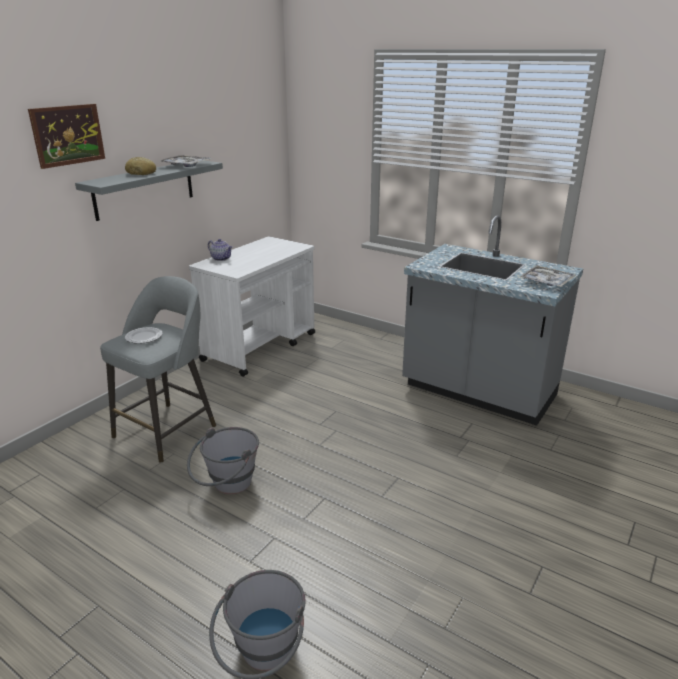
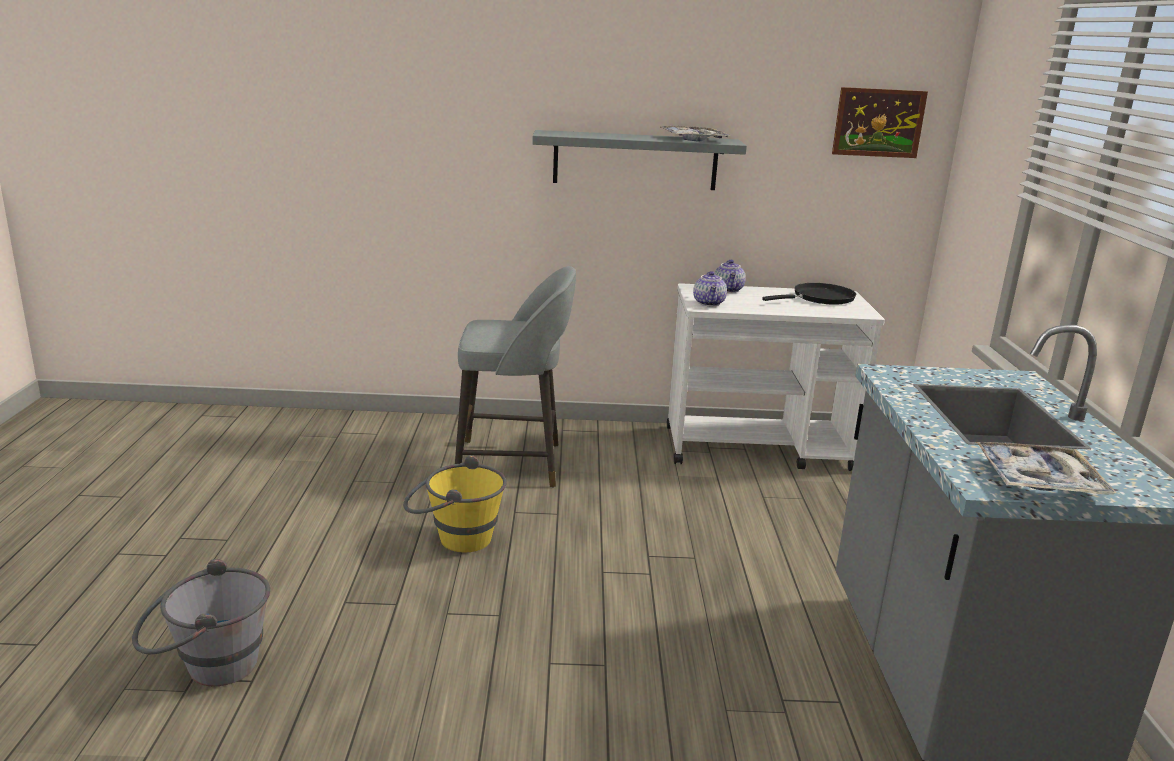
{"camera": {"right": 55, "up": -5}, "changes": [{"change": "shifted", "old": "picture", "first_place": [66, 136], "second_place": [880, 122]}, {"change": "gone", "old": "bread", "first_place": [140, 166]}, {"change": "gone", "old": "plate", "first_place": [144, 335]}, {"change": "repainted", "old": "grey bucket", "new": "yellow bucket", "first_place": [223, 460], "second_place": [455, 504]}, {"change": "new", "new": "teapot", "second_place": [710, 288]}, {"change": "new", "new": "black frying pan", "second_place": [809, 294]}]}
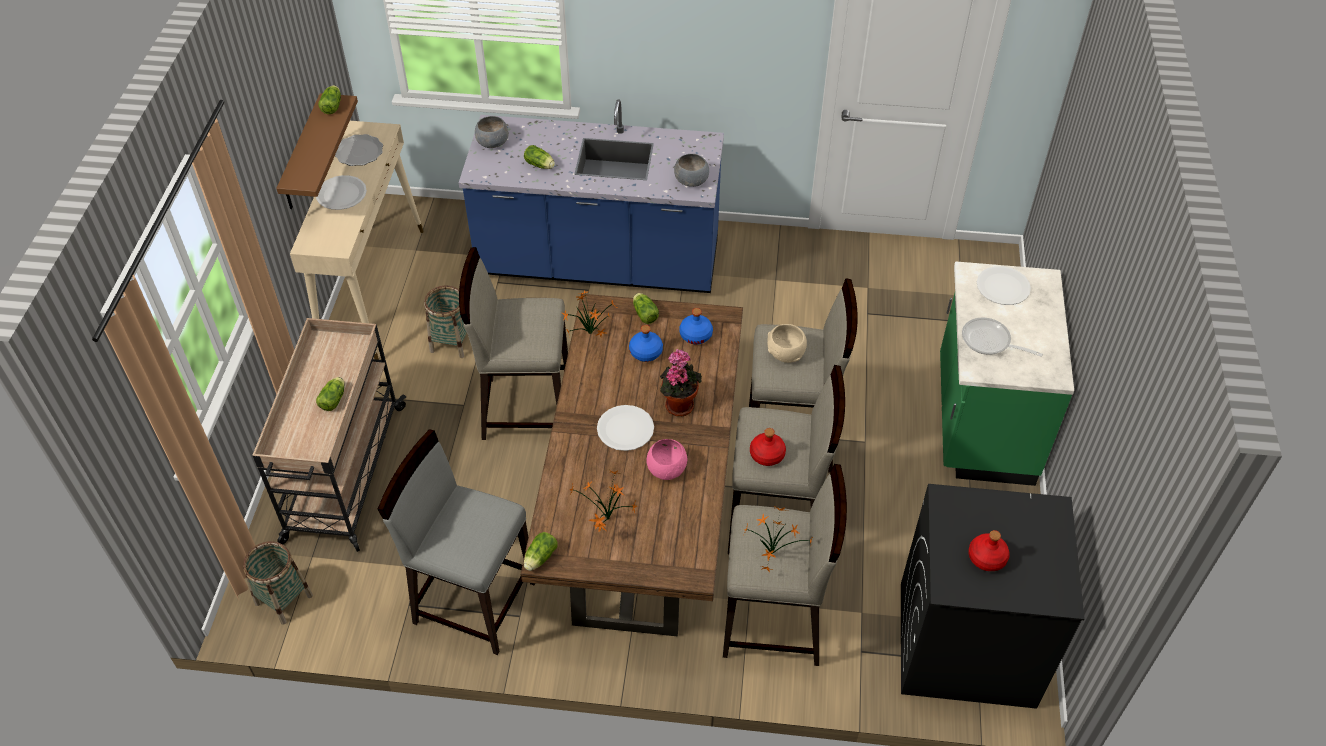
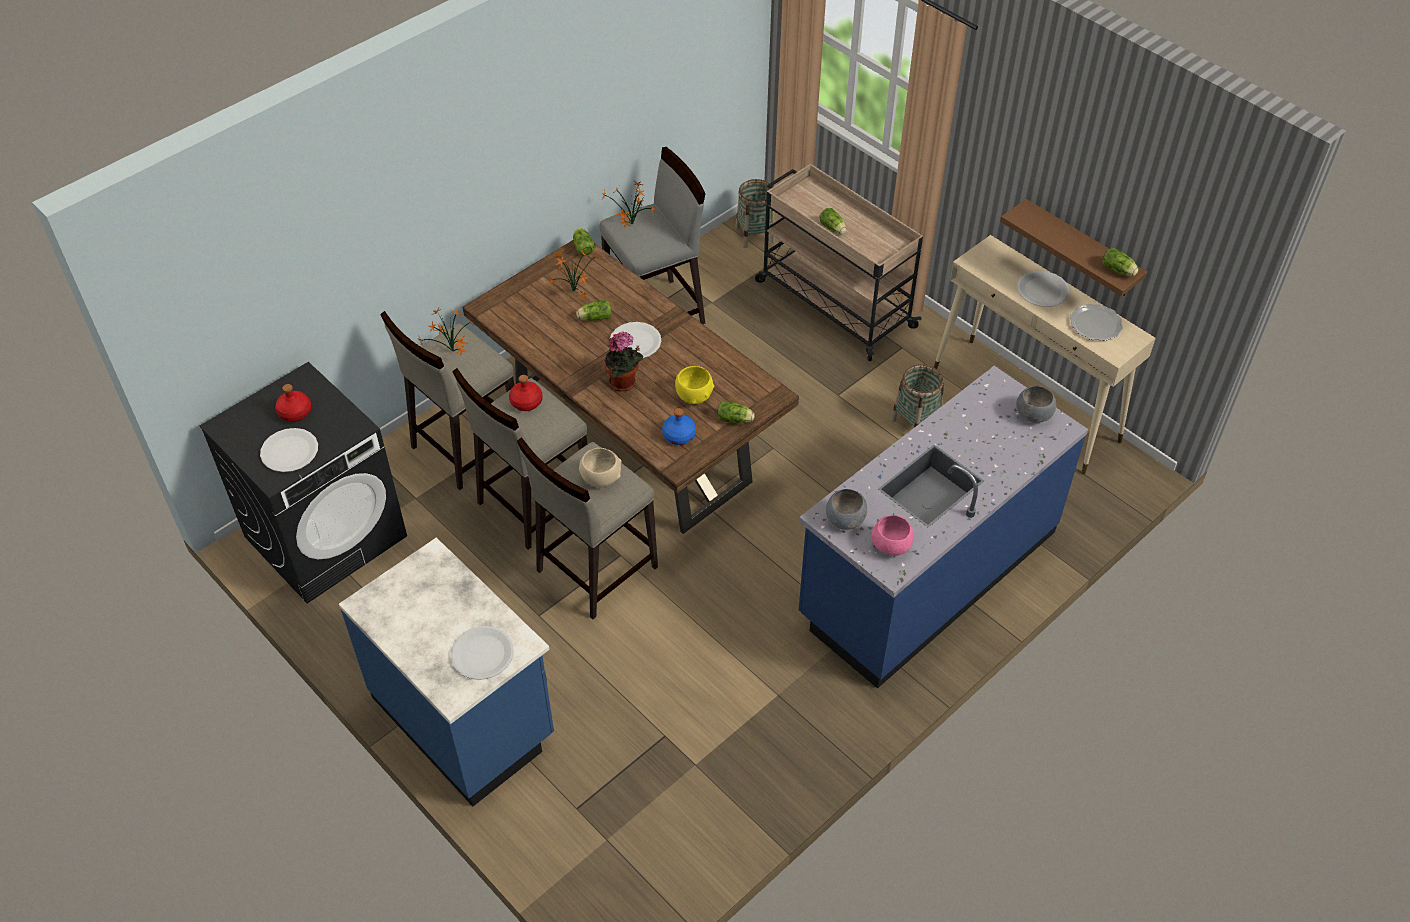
{"camera": {"right": 130, "up": 0}, "changes": [{"change": "gone", "old": "beige stool", "first_place": [513, 343]}, {"change": "shifted", "old": "lettuce", "first_place": [539, 157], "second_place": [594, 310]}, {"change": "shifted", "old": "potted plant", "first_place": [589, 313], "second_place": [628, 204]}, {"change": "swapped", "old": "blue bottle", "new": "yellow bowl", "first_place": [646, 343], "second_place": [694, 385]}, {"change": "shifted", "old": "pink bowl", "first_place": [666, 459], "second_place": [893, 535]}, {"change": "repainted", "old": "green counter", "new": "blue counter", "first_place": [1007, 373], "second_place": [446, 672]}, {"change": "gone", "old": "frying pan", "first_place": [1002, 337]}, {"change": "new", "new": "white plate", "second_place": [289, 450]}]}
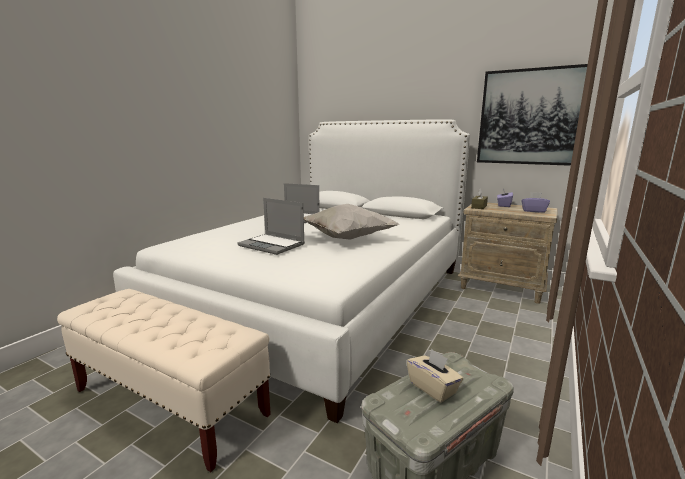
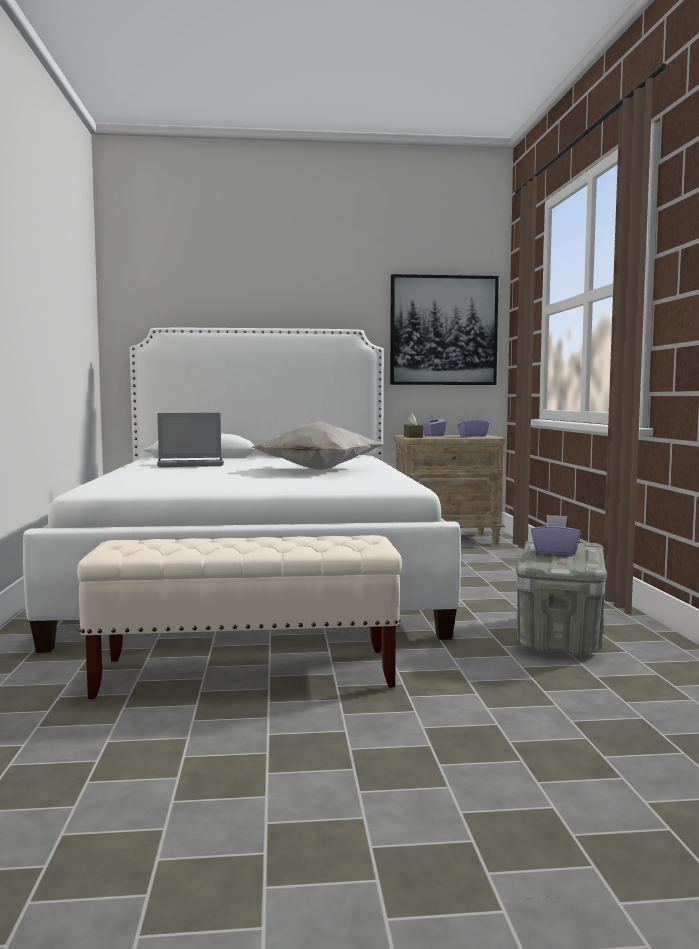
{"camera": {"right": -35, "up": -10}, "changes": [{"change": "gone", "old": "laptop", "first_place": [271, 226]}, {"change": "repainted", "old": "beige tissue box", "new": "purple tissue box", "first_place": [435, 376], "second_place": [556, 535]}]}
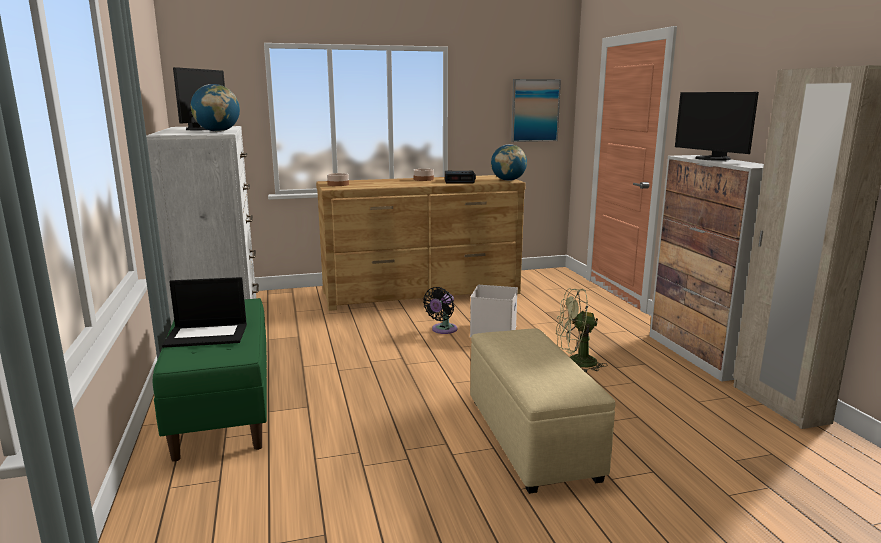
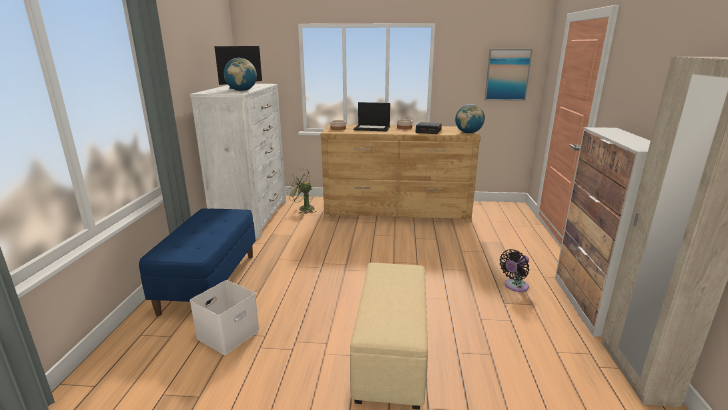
{"camera": {"right": 20, "up": 5}, "changes": [{"change": "repainted", "old": "green bench", "new": "blue bench", "first_place": [210, 380], "second_place": [197, 262]}, {"change": "shifted", "old": "laptop", "first_place": [204, 312], "second_place": [371, 116]}, {"change": "shifted", "old": "black fan", "first_place": [440, 310], "second_place": [514, 270]}, {"change": "shifted", "old": "white storage box", "first_place": [494, 311], "second_place": [225, 317]}, {"change": "shifted", "old": "green fan", "first_place": [580, 330], "second_place": [301, 191]}, {"change": "gone", "old": "monitor", "first_place": [717, 126]}]}
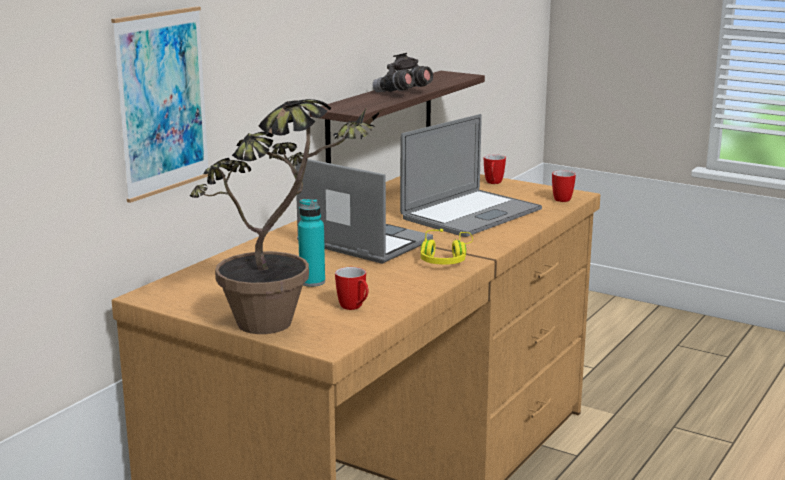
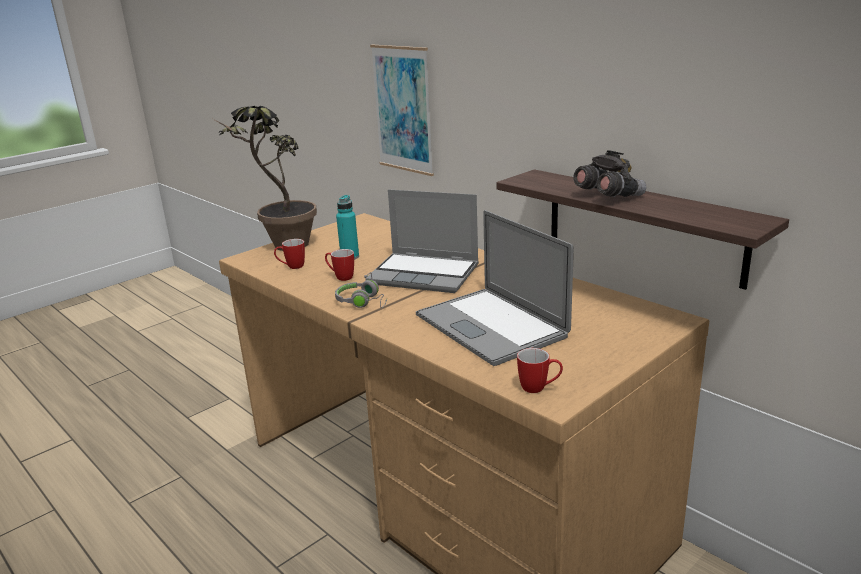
{"camera": {"right": 105, "up": 5}, "changes": [{"change": "rotated", "old": "laptop", "first_place": [364, 210], "second_place": [422, 241], "degrees": 60}, {"change": "repainted", "old": "yellow headphones", "new": "grey headphones", "first_place": [446, 247], "second_place": [361, 290]}, {"change": "shifted", "old": "mug", "first_place": [495, 169], "second_place": [339, 265]}]}
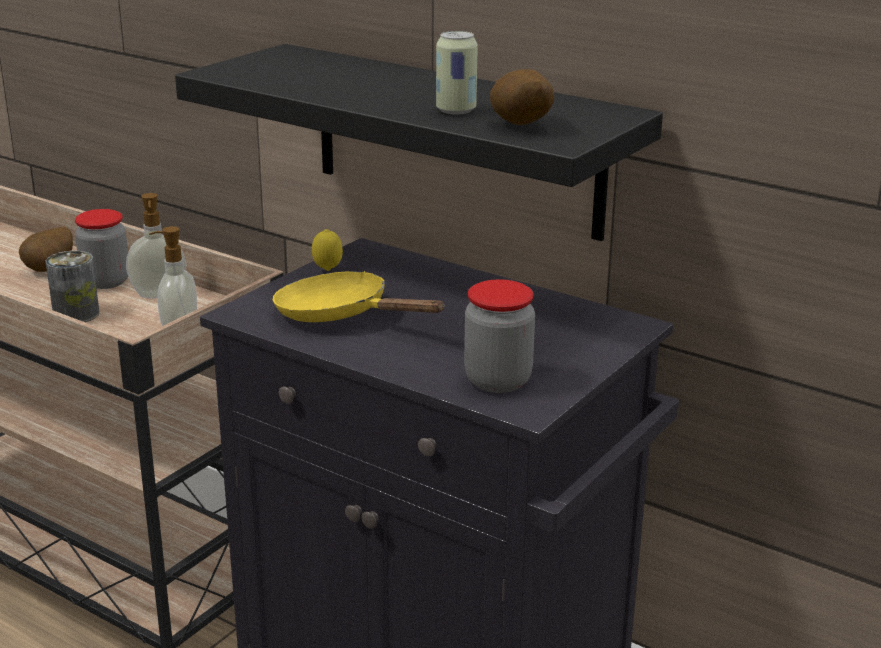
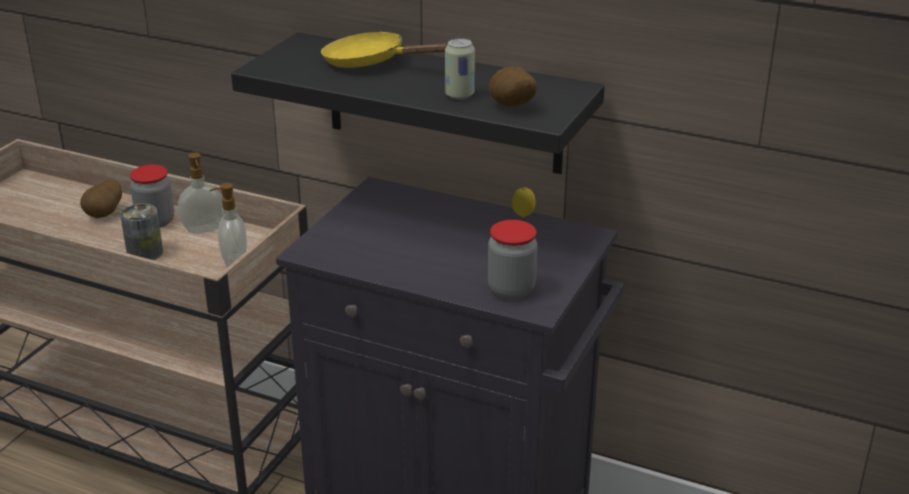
{"camera": {"right": -10, "up": 5}, "changes": [{"change": "shifted", "old": "yellow frying pan", "first_place": [359, 296], "second_place": [384, 49]}, {"change": "shifted", "old": "lemon", "first_place": [327, 250], "second_place": [524, 202]}]}
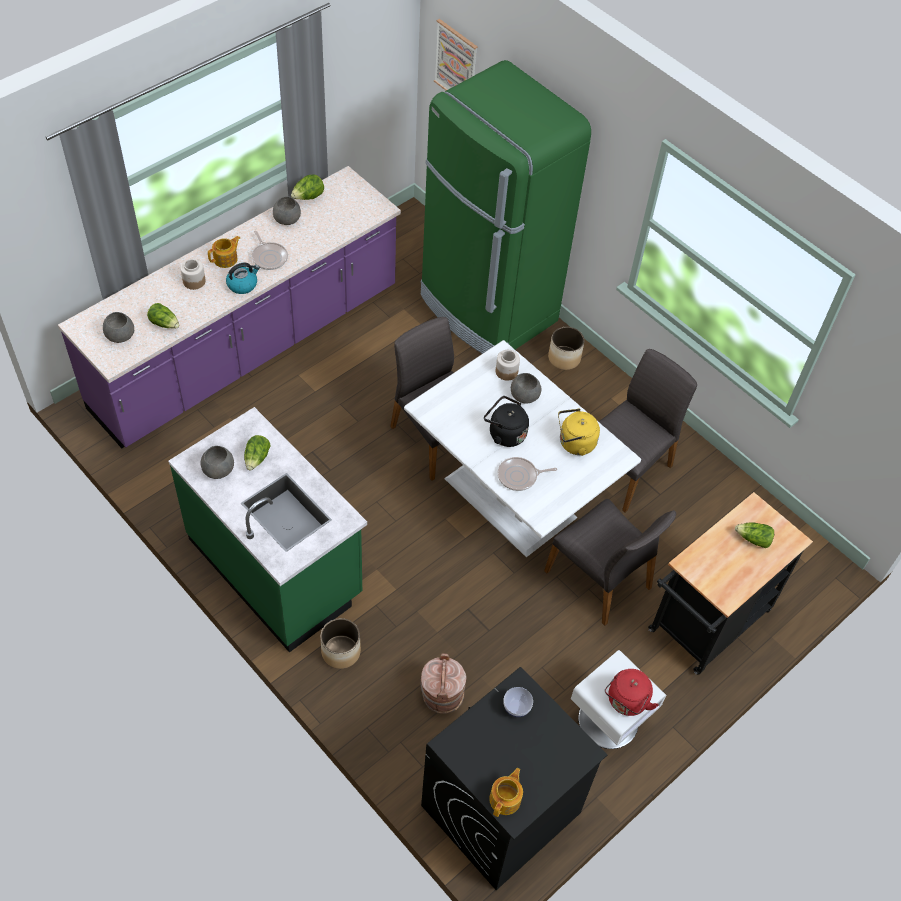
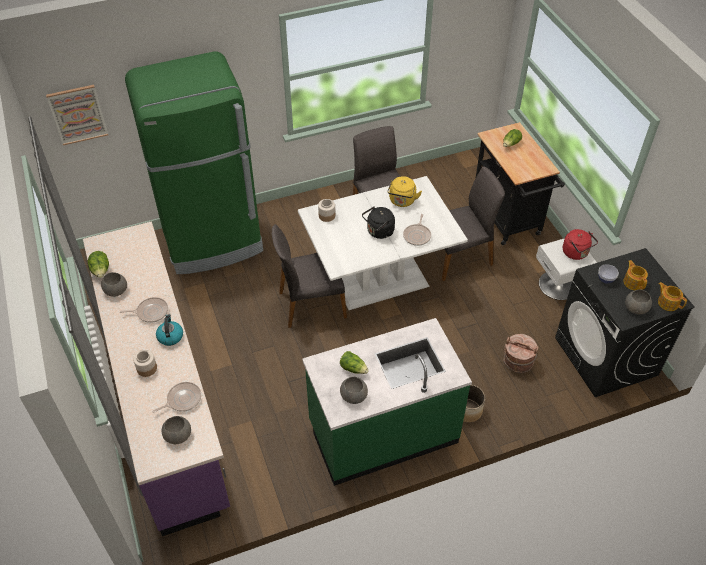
{"camera": {"right": -65, "up": -5}, "changes": [{"change": "swapped", "old": "lettuce", "new": "frying pan", "first_place": [163, 316], "second_place": [176, 397]}, {"change": "shifted", "old": "teapot", "first_place": [224, 252], "second_place": [635, 275]}, {"change": "shifted", "old": "grey bowl", "first_place": [526, 388], "second_place": [638, 301]}, {"change": "gone", "old": "planter", "first_place": [566, 348]}]}
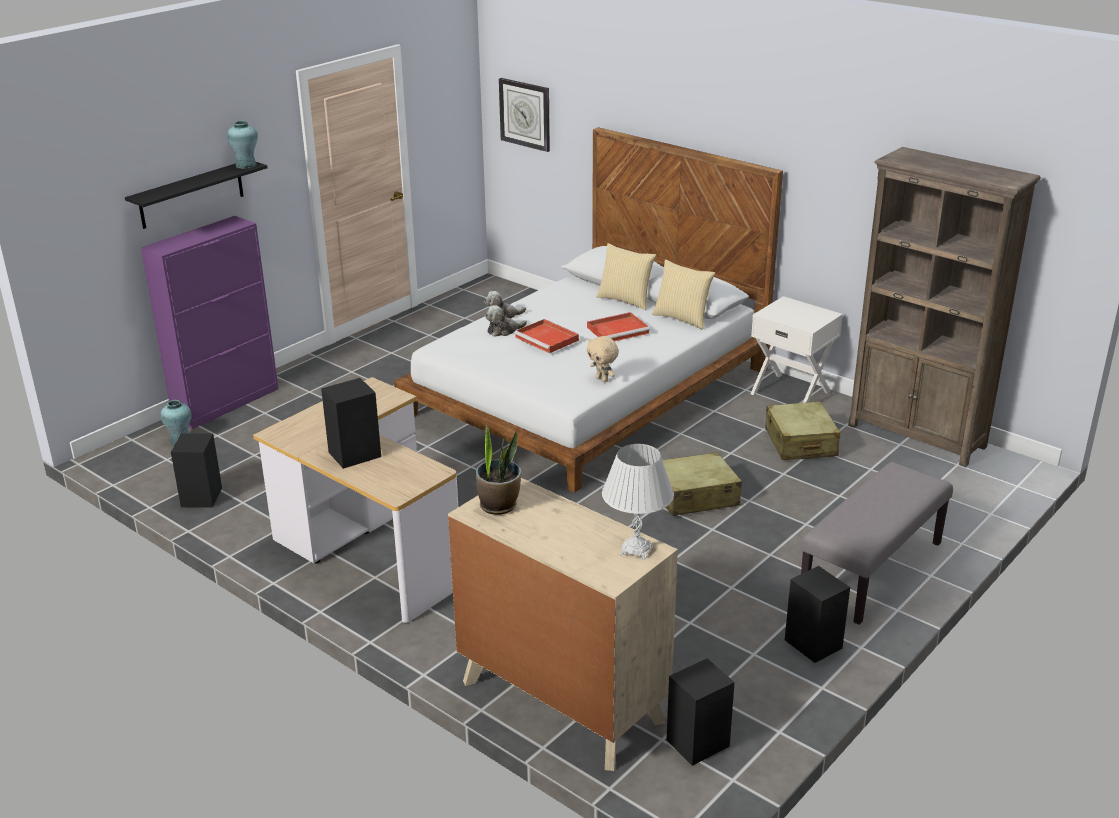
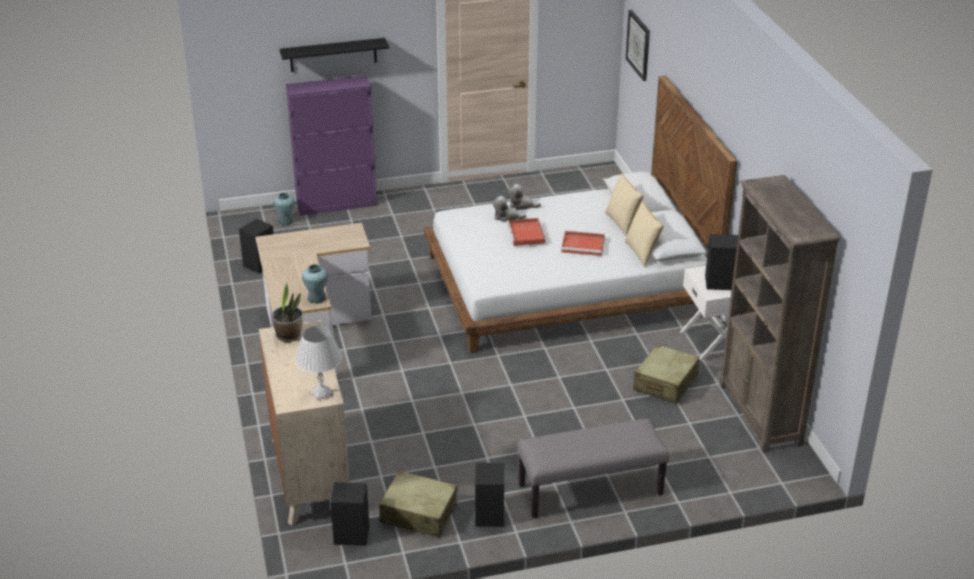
{"camera": {"right": 35, "up": 5}, "changes": [{"change": "shifted", "old": "turquoise vase", "first_place": [242, 144], "second_place": [315, 284]}, {"change": "shifted", "old": "black speaker", "first_place": [351, 423], "second_place": [721, 262]}, {"change": "gone", "old": "beige plush toy", "first_place": [603, 359]}, {"change": "shifted", "old": "beige suitcase", "first_place": [702, 484], "second_place": [418, 504]}]}
